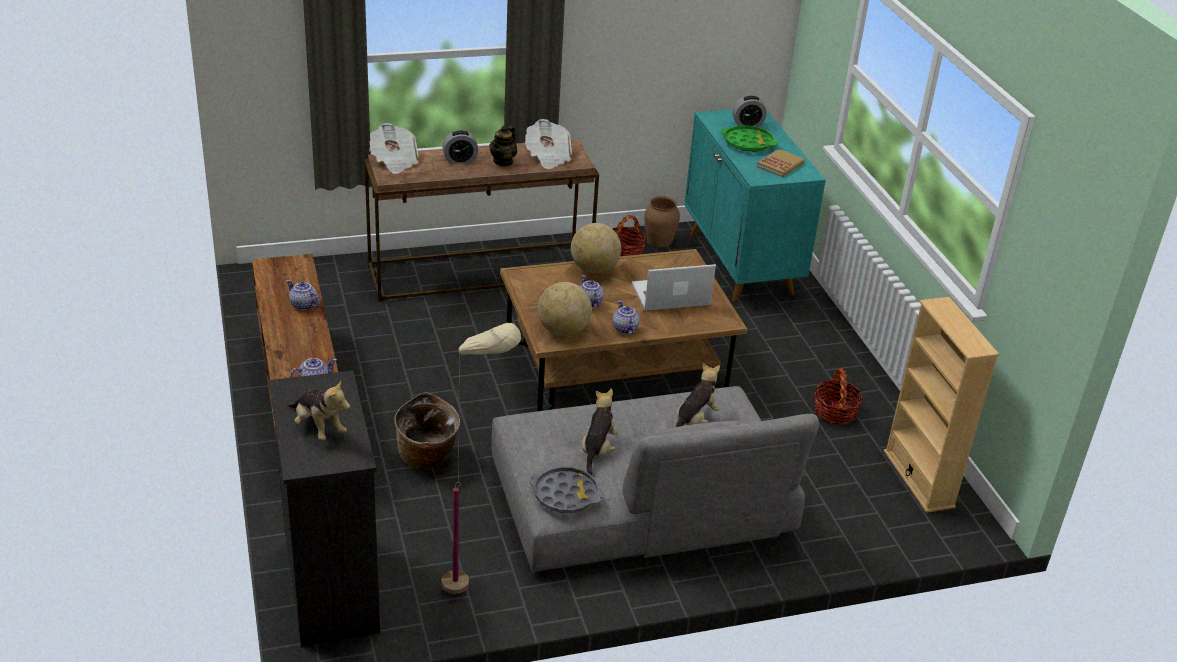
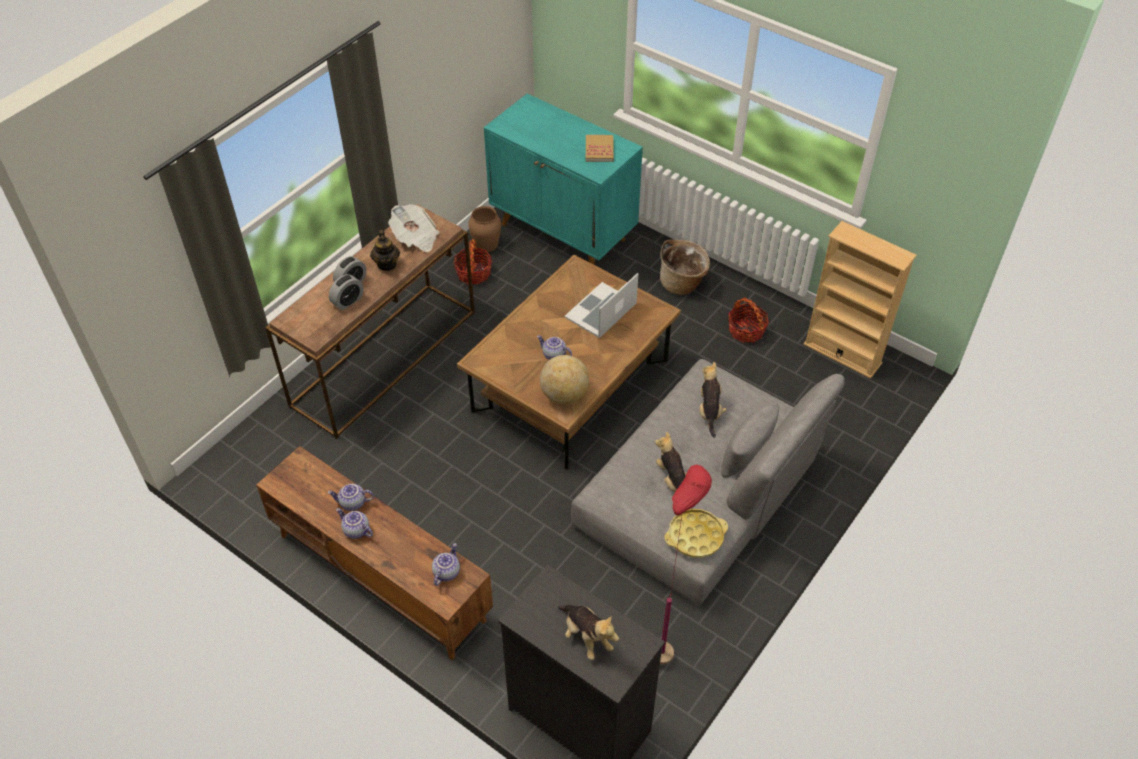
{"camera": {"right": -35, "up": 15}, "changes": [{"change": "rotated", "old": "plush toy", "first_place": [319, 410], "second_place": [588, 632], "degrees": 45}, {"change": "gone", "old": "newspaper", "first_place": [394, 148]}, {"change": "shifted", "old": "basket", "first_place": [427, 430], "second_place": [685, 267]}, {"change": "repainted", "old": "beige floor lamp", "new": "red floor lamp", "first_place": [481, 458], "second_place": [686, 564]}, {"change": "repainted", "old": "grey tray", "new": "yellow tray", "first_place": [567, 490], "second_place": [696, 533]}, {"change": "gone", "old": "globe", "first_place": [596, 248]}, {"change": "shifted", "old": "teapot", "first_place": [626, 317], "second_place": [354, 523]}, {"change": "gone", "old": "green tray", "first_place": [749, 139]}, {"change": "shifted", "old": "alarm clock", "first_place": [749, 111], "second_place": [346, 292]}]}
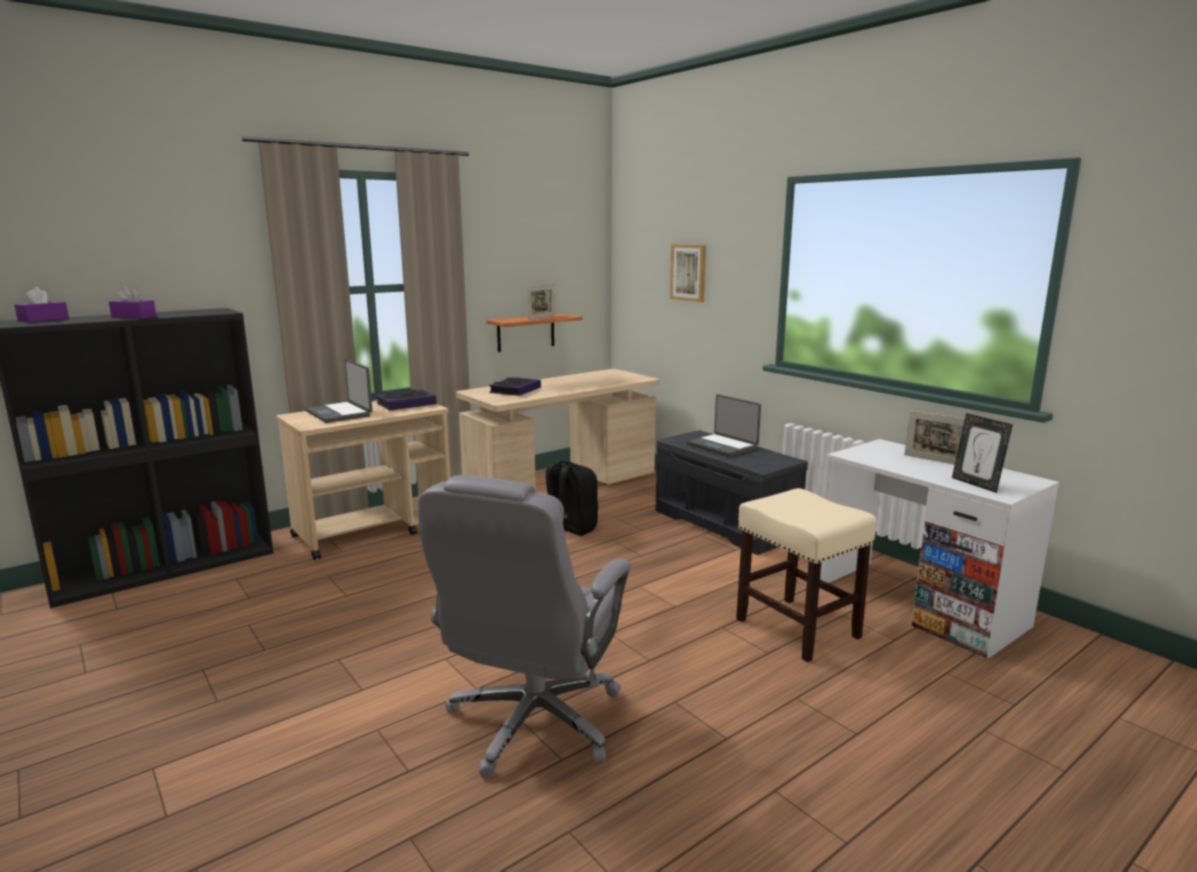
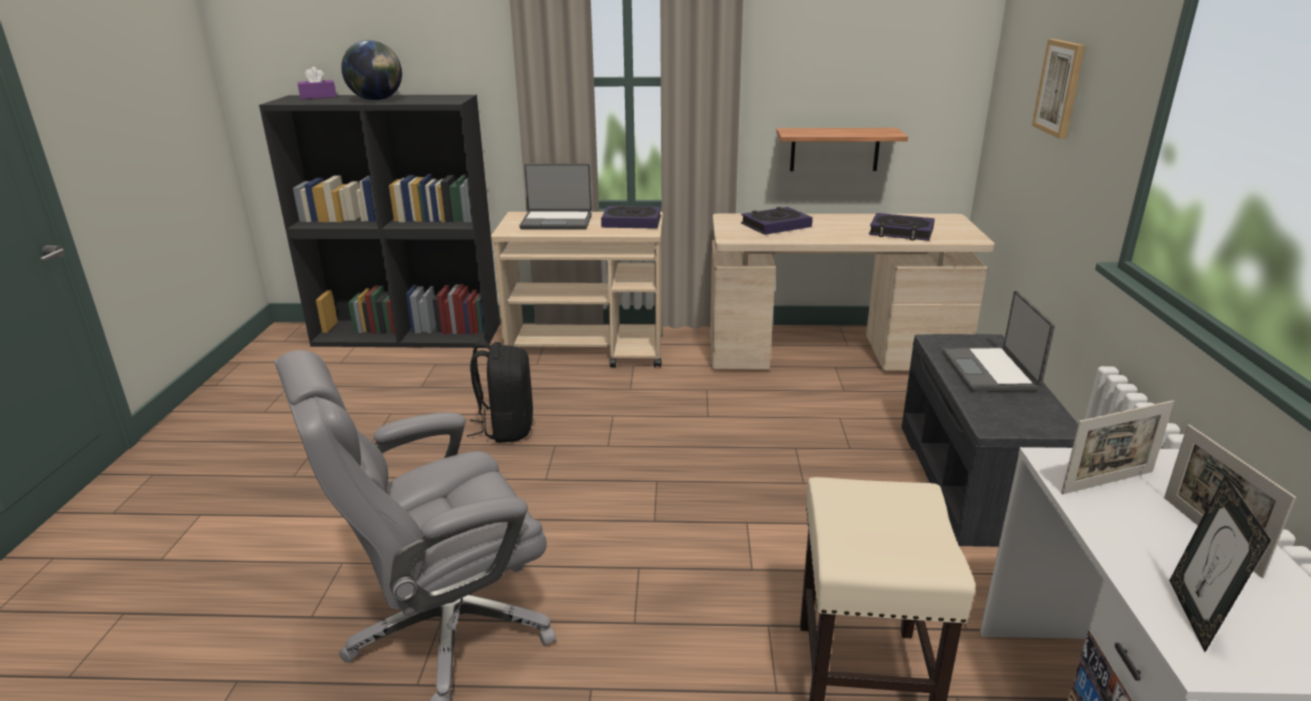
{"camera": {"right": 40, "up": 10}, "changes": [{"change": "swapped", "old": "purple tissue box", "new": "globe", "first_place": [133, 301], "second_place": [371, 70]}, {"change": "rotated", "old": "laptop", "first_place": [338, 391], "second_place": [555, 196], "degrees": -90}, {"change": "shifted", "old": "picture frame", "first_place": [541, 302], "second_place": [1117, 447]}, {"change": "shifted", "old": "black backpack", "first_place": [572, 498], "second_place": [500, 392]}, {"change": "new", "new": "book", "second_place": [902, 227]}]}
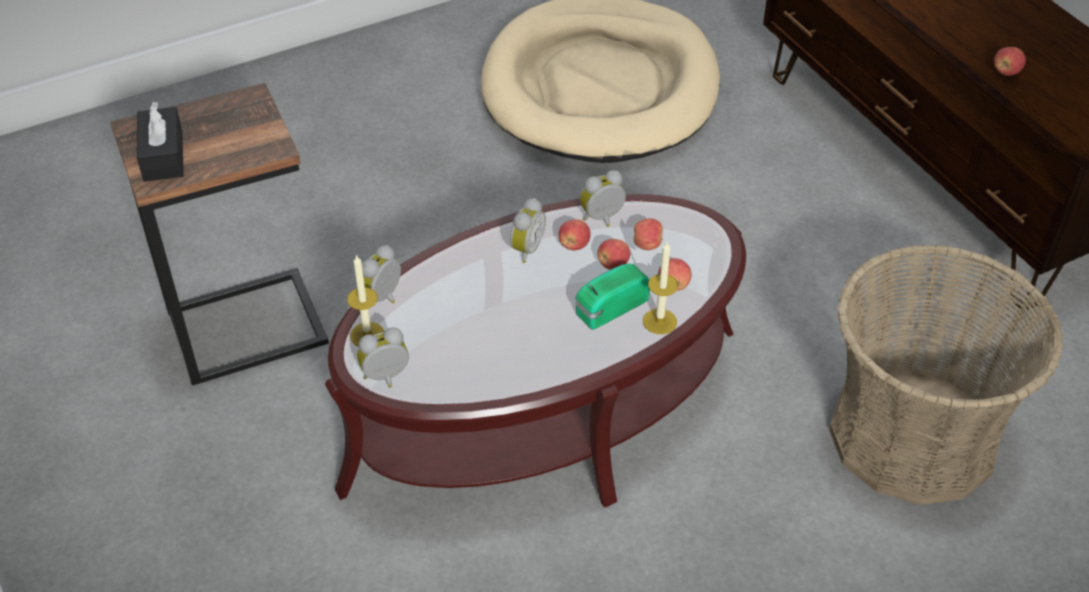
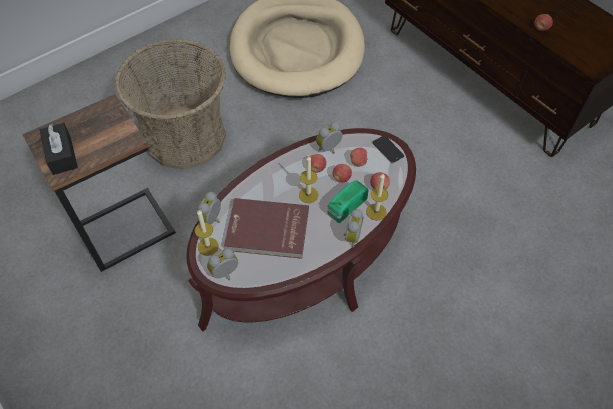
{"camera": {"right": -10, "up": 10}, "changes": [{"change": "shifted", "old": "alarm clock", "first_place": [528, 230], "second_place": [353, 228]}, {"change": "shifted", "old": "basket", "first_place": [946, 374], "second_place": [170, 104]}, {"change": "new", "new": "red book", "second_place": [266, 228]}, {"change": "new", "new": "candle", "second_place": [309, 179]}, {"change": "new", "new": "phone", "second_place": [388, 149]}]}
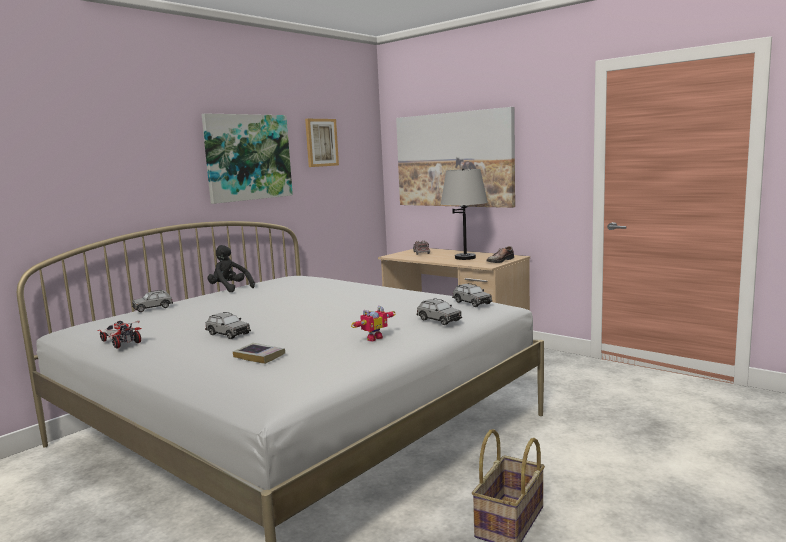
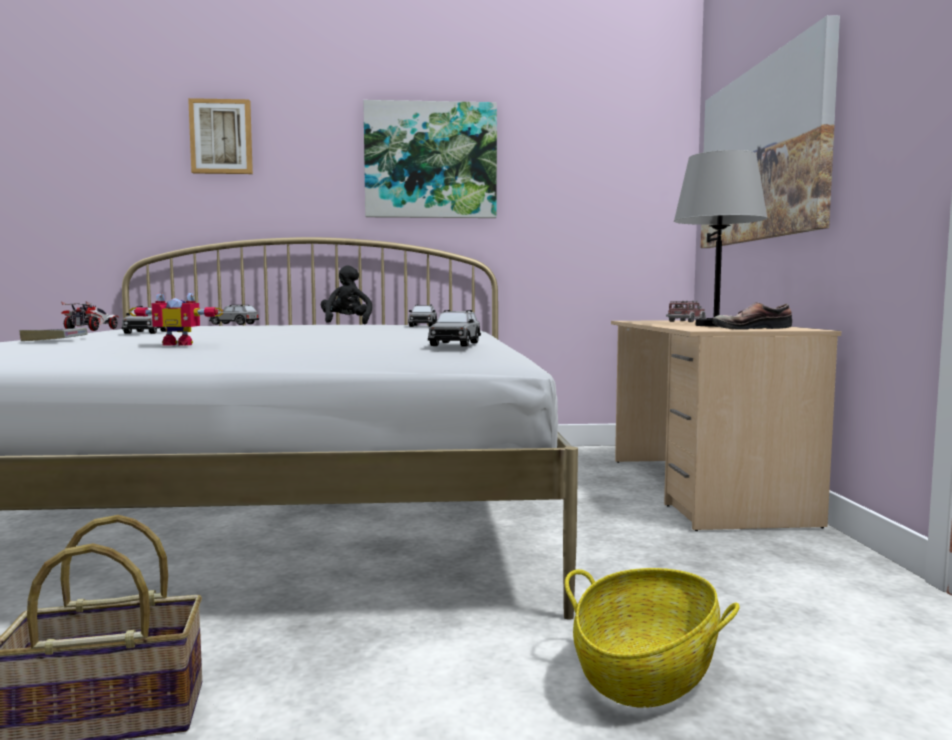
{"camera": {"right": 45, "up": -5}, "changes": [{"change": "shifted", "old": "picture", "first_place": [322, 143], "second_place": [220, 136]}, {"change": "shifted", "old": "grey toy car", "first_place": [439, 311], "second_place": [422, 315]}, {"change": "new", "new": "basket", "second_place": [652, 638]}]}
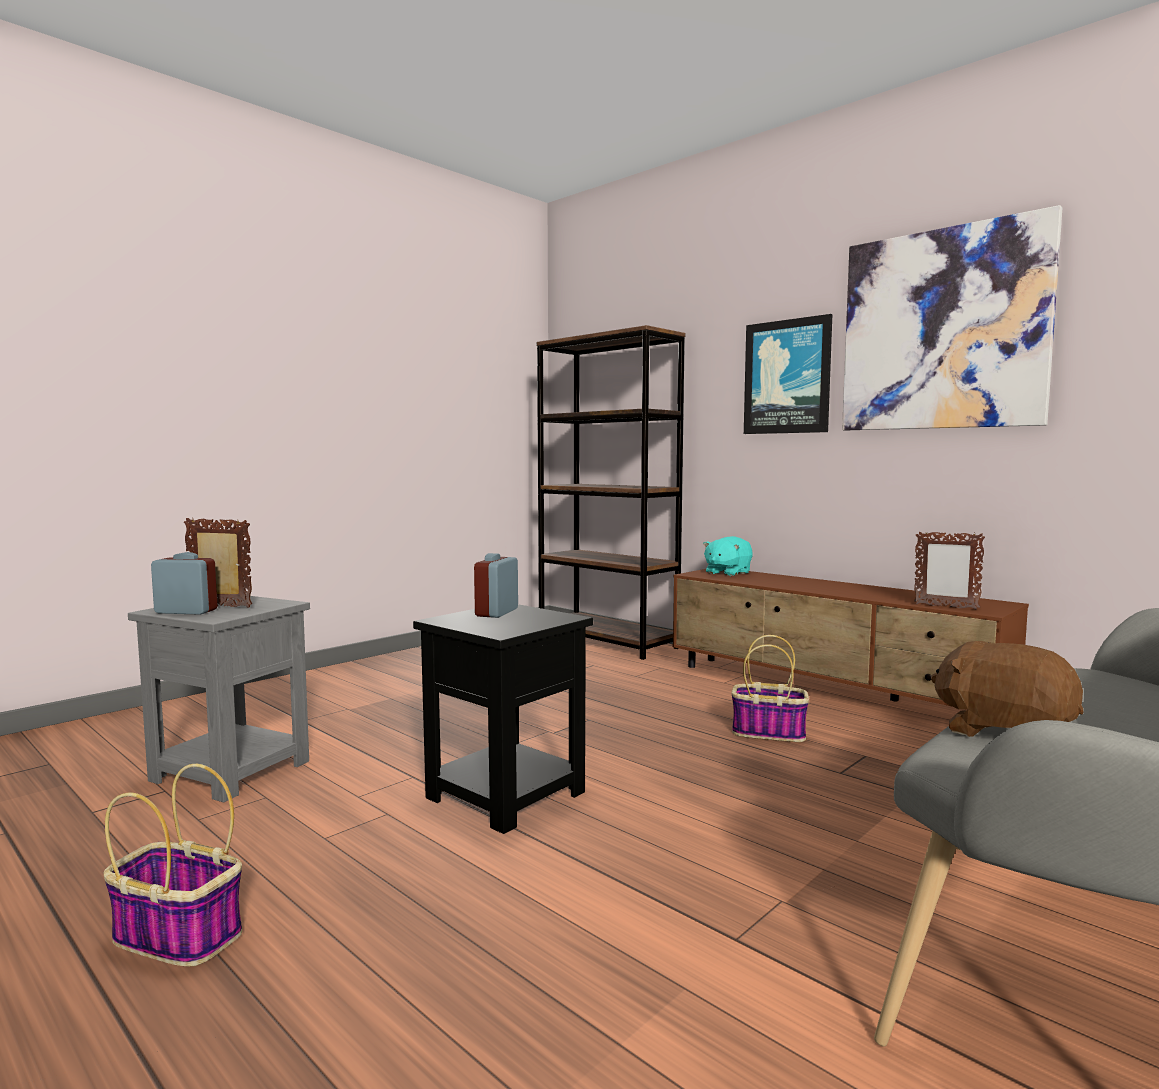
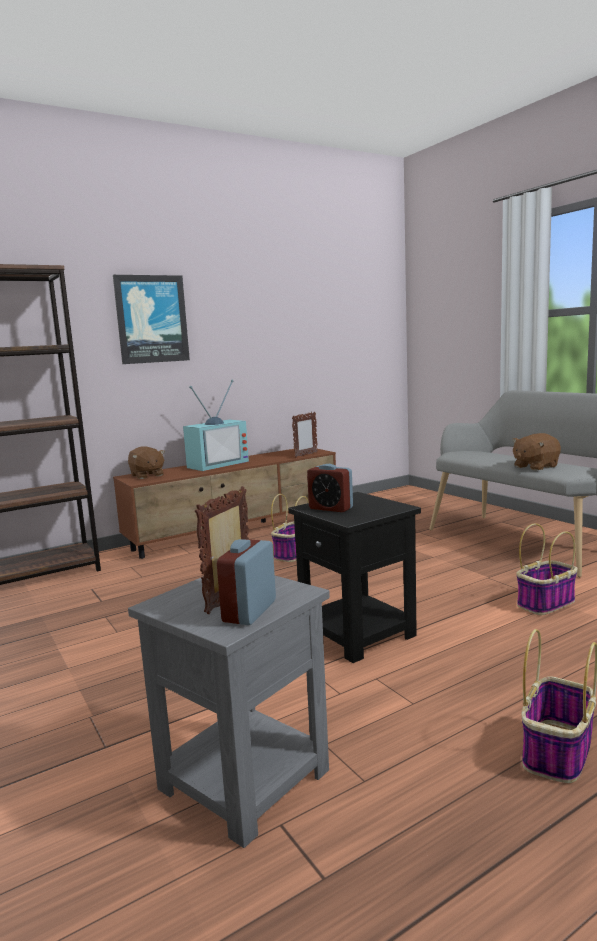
{"camera": {"right": -75, "up": 5}, "changes": [{"change": "repainted", "old": "turquoise plush toy", "new": "brown plush toy", "first_place": [728, 556], "second_place": [146, 462]}, {"change": "gone", "old": "picture", "first_place": [952, 317]}, {"change": "new", "new": "television", "second_place": [216, 425]}, {"change": "new", "new": "basket", "second_place": [547, 569]}]}
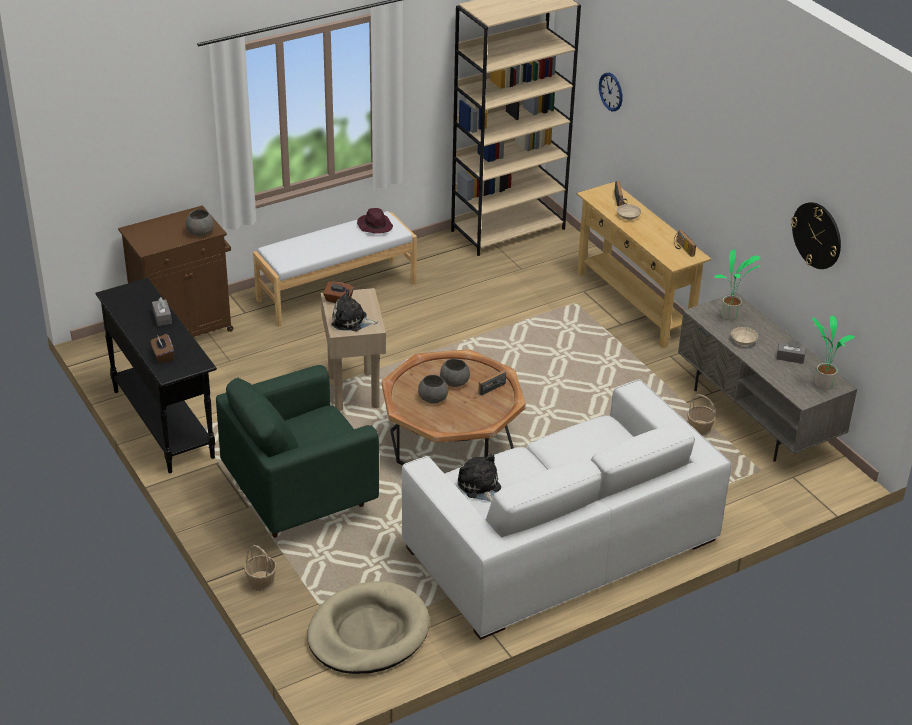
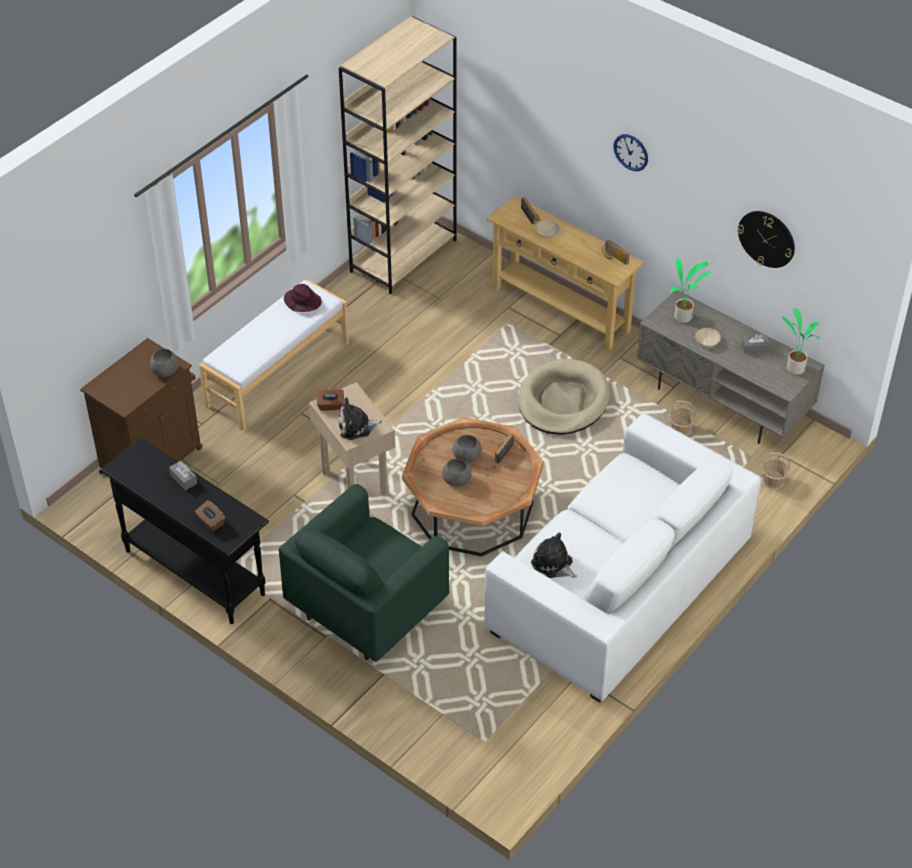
{"camera": {"right": -20, "up": 10}, "changes": [{"change": "shifted", "old": "basket", "first_place": [260, 568], "second_place": [776, 471]}, {"change": "shifted", "old": "beige dog bed", "first_place": [368, 627], "second_place": [564, 397]}, {"change": "shifted", "old": "wall clock", "first_place": [610, 92], "second_place": [630, 152]}]}
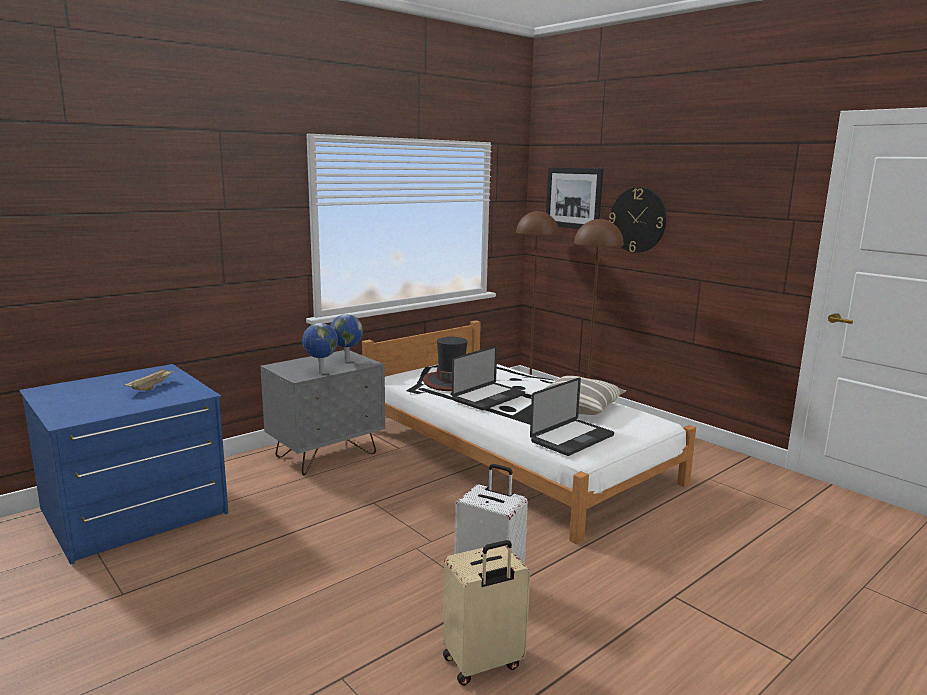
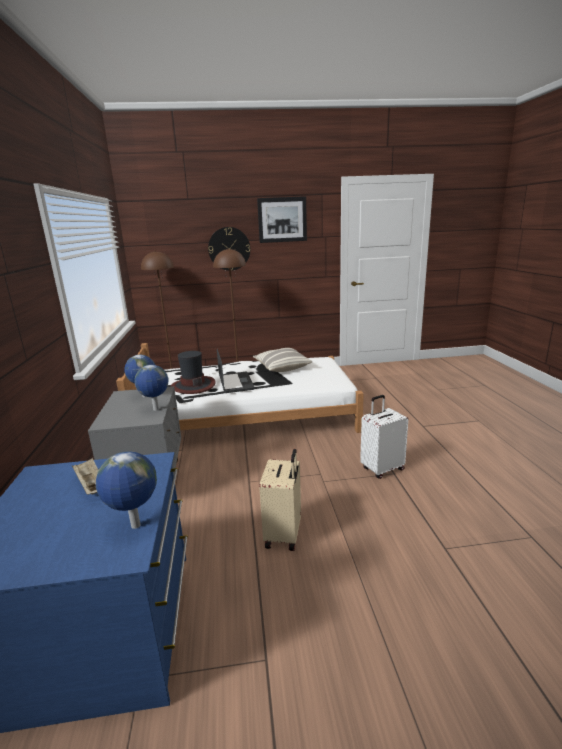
{"camera": {"right": -55, "up": 5}, "changes": [{"change": "shifted", "old": "beige suitcase", "first_place": [486, 613], "second_place": [280, 500]}, {"change": "gone", "old": "laptop", "first_place": [572, 416]}, {"change": "shifted", "old": "picture", "first_place": [574, 198], "second_place": [282, 219]}, {"change": "new", "new": "globe", "second_place": [126, 490]}]}
